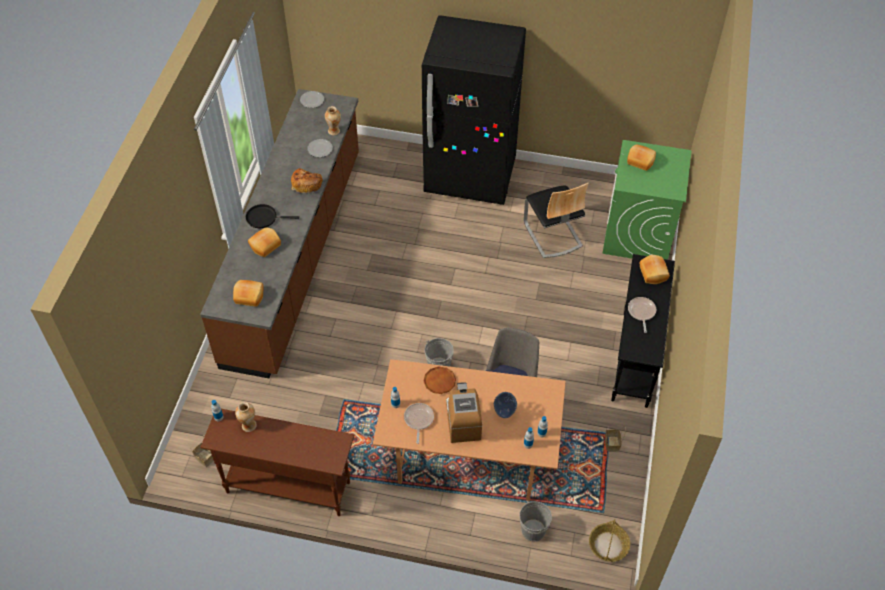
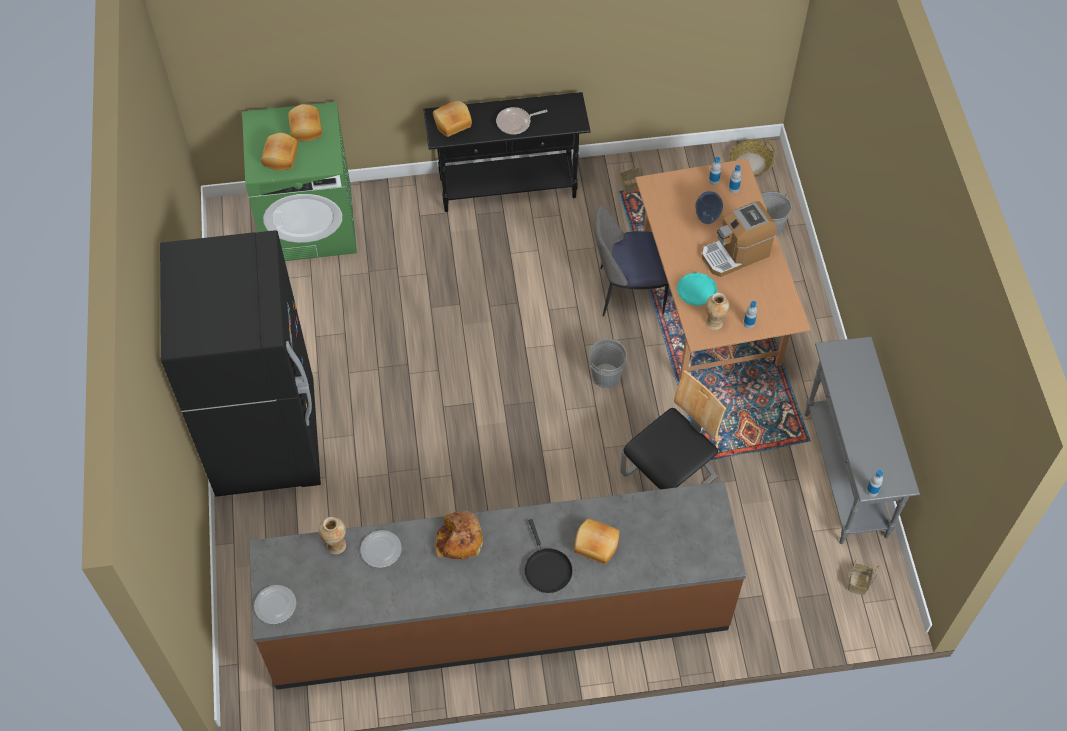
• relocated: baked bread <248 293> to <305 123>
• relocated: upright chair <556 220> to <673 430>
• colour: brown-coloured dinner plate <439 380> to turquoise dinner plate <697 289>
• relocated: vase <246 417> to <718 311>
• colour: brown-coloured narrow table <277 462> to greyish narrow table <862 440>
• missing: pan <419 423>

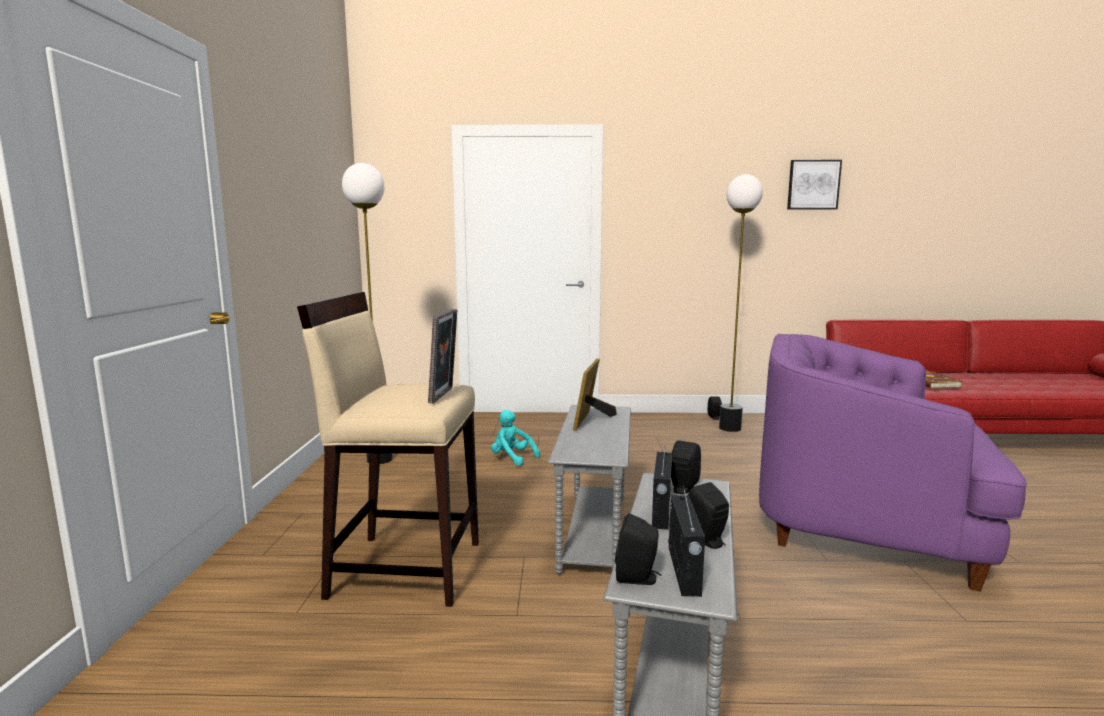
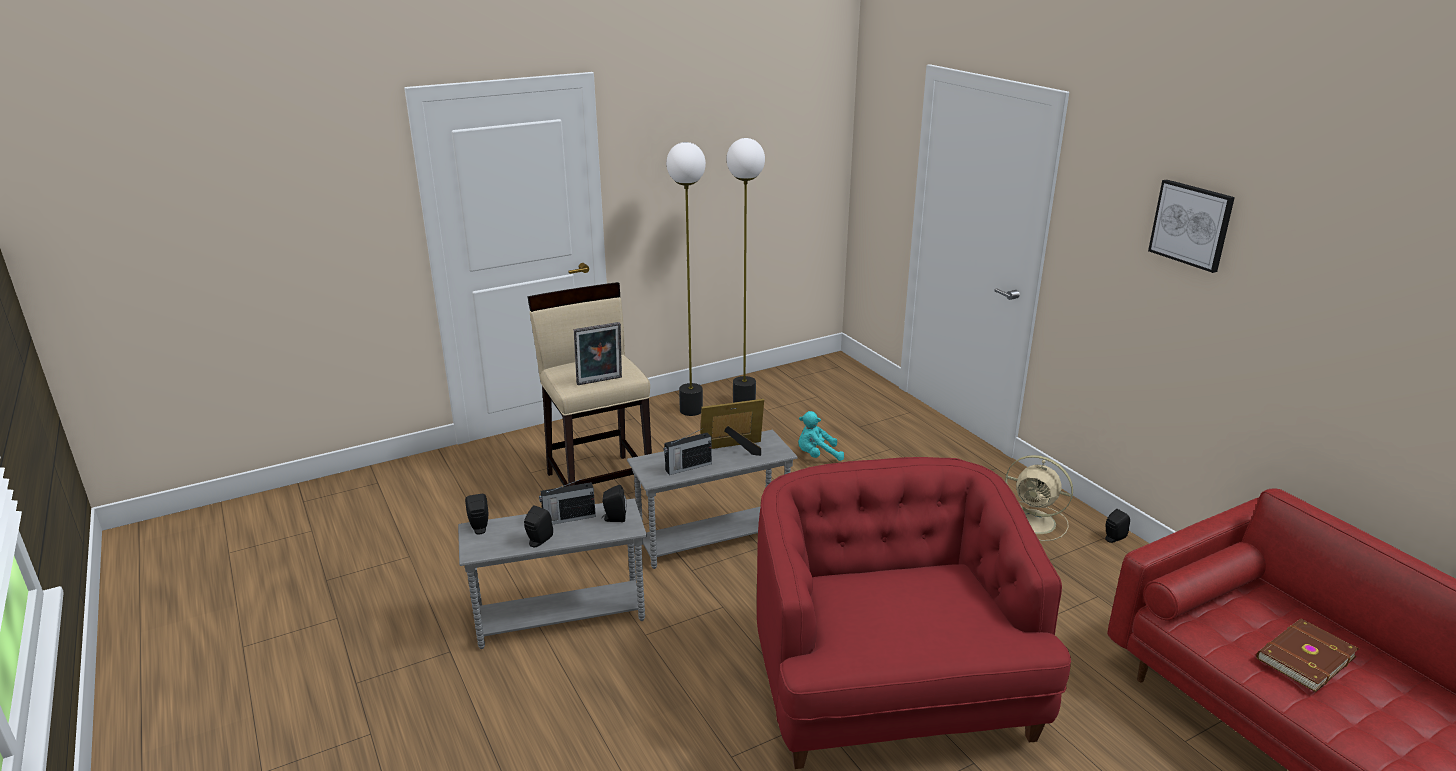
• relocated: radio receiver <686 541> to <688 452>
• relocated: standing lamp <741 303> to <686 279>
• colour: purple armchair <893 463> to reddish armchair <914 613>
• spun: turquoise plush toy <515 438> = <821 436> 105 degrees counterclockwise
• appeared: sand-coloured electric fan <1039 498>
• relocated: picture <814 184> to <1191 226>

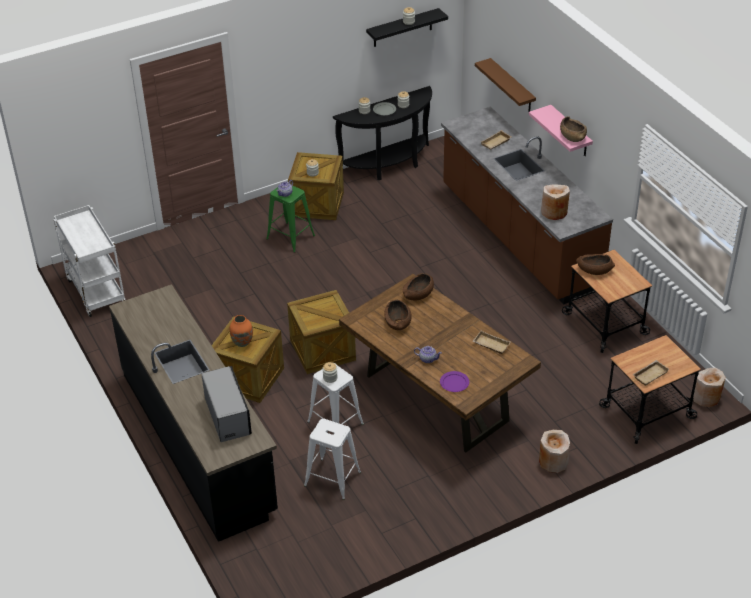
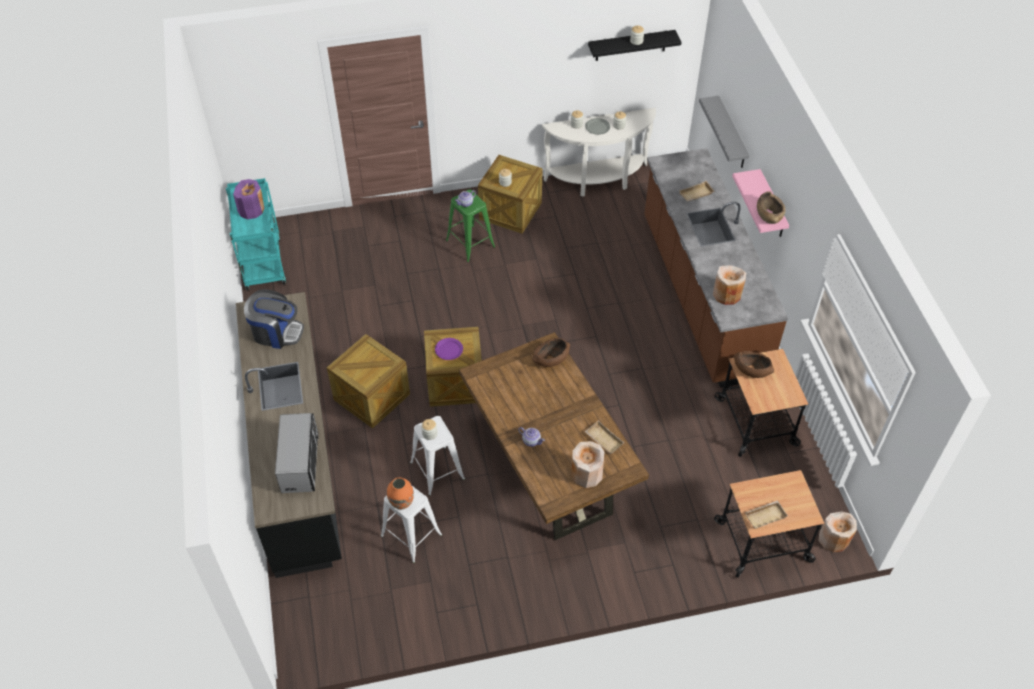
• colour: white cart <89 261> to turquoise cart <256 234>
• appeared: purple vase <248 199>
• appeared: coffee maker <274 319>
• relocated: orange-coloured vase <241 331> to <400 493>
• relocated: purple dinner plate <454 381> to <449 349>
• colour: blackish narrow table <382 133> to white narrow table <599 152>
• relocated: sand-coloured vase <554 451> to <587 464>
• colour: brown-coloured wall shelf <505 85> to greyish wall shelf <724 132>
• missing: brown-coloured bowl <398 315>

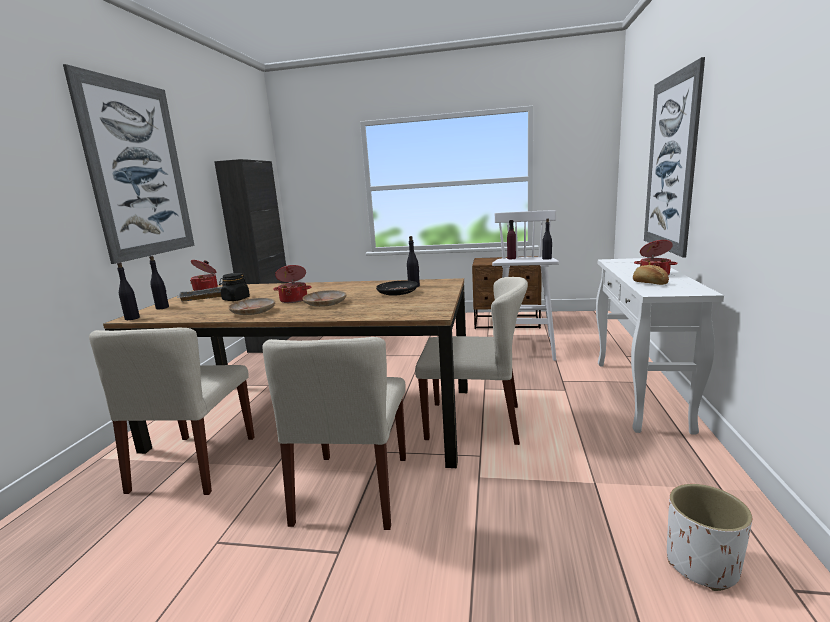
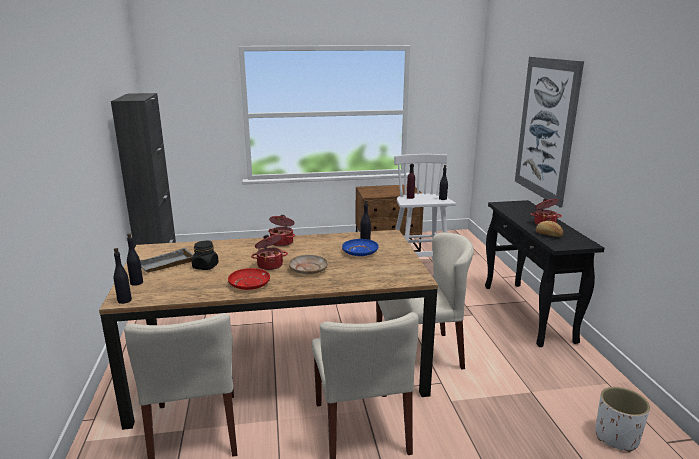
• colour: sand-coloured dinner plate <251 306> to reddish dinner plate <249 279>
• relocated: saucepot <204 275> to <281 230>
• colour: blackish dinner plate <397 288> to bluish dinner plate <360 247>
• colour: white narrow table <660 346> to blackish narrow table <544 273>
• missing: picture <129 164>

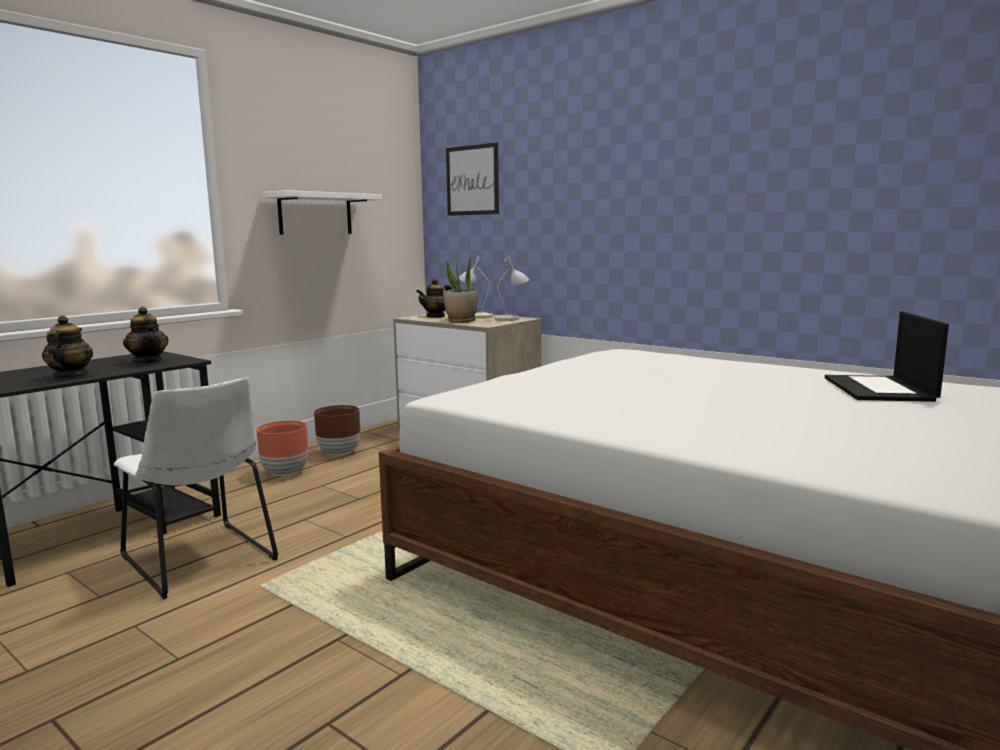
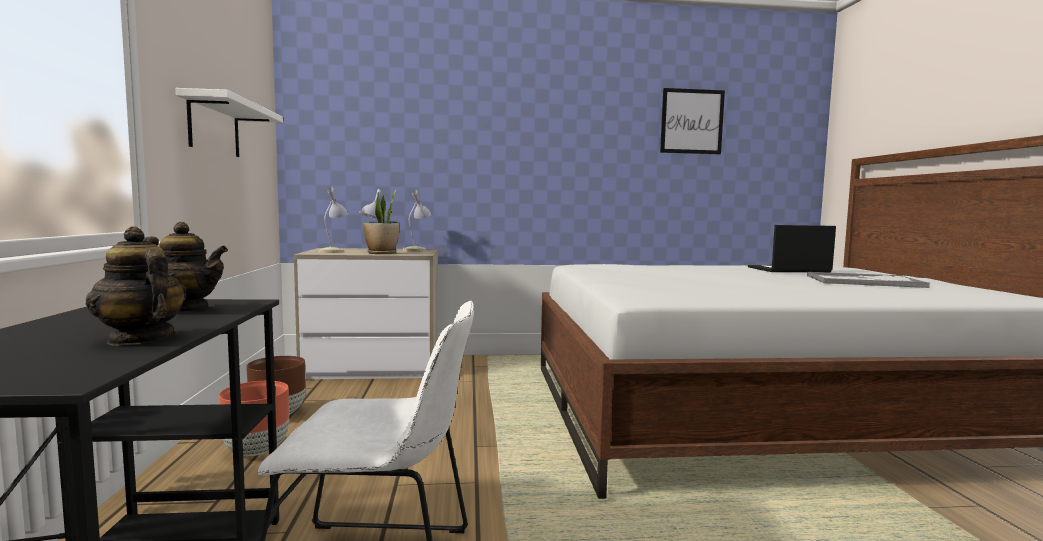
• exchanged: tea pot <434 298> to lamp for a table <333 220>
• relocated: picture <472 179> to <692 121>
• spun: laptop <887 356> = <792 248> 120 degrees clockwise
• appeared: carrying tray <868 280>

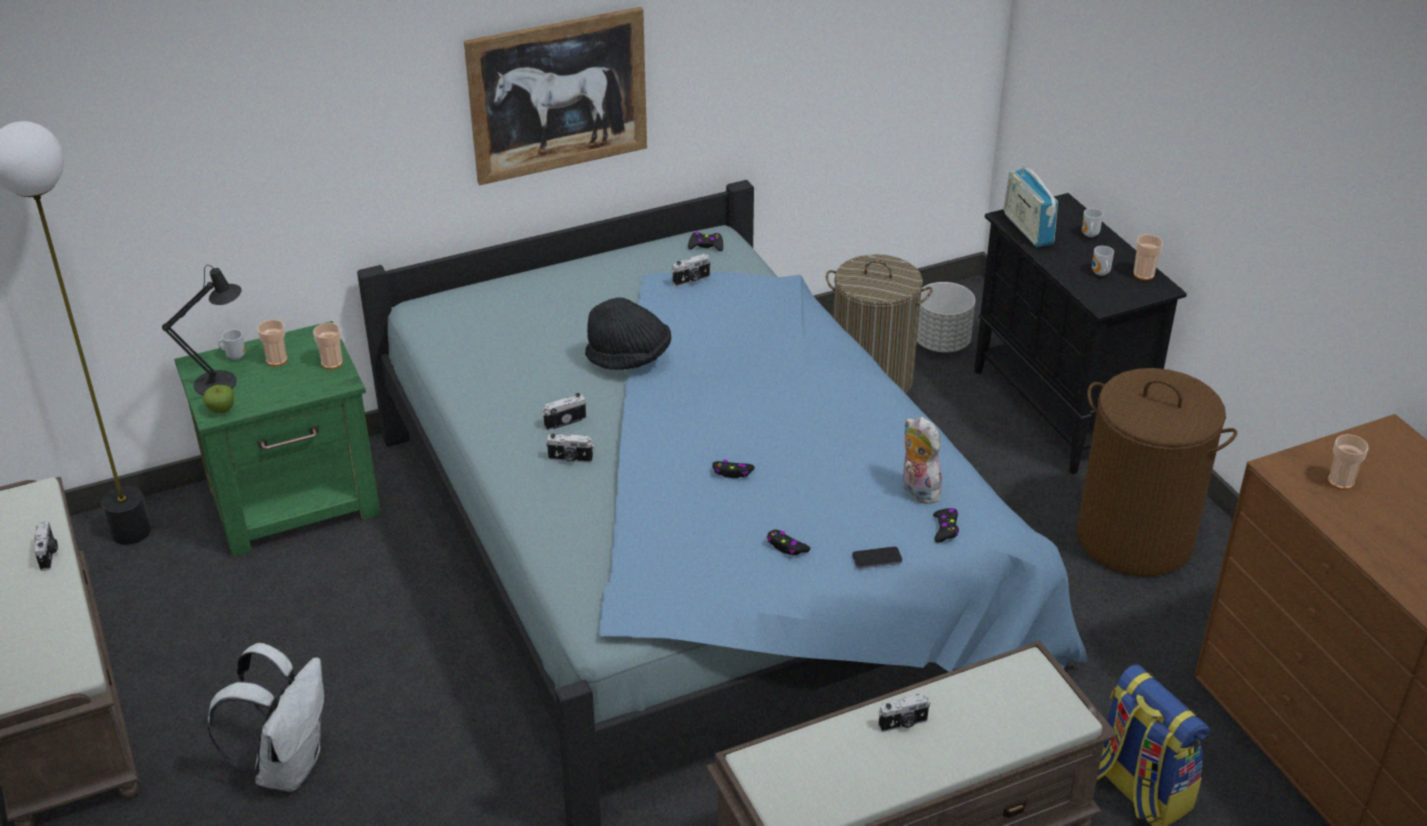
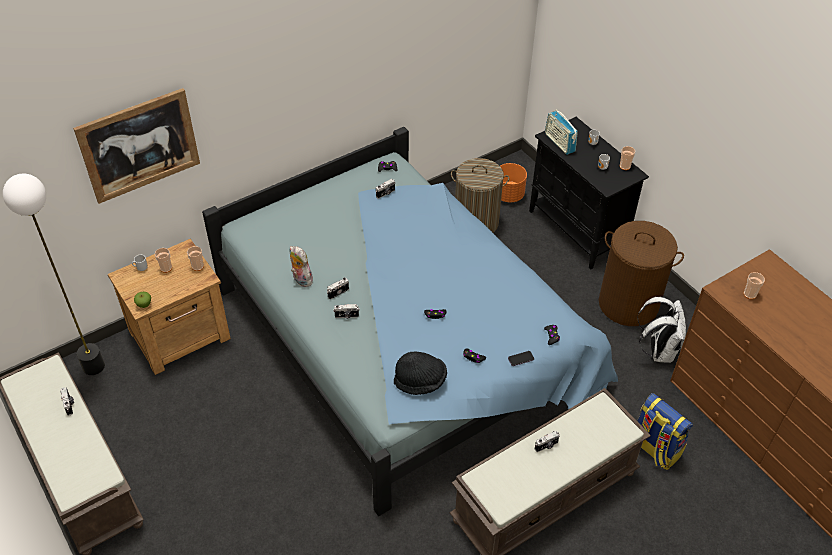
• relocated: picture <555 96> to <136 146>
• colour: green bedside table <278 439> to brown-coloured bedside table <169 307>
• relocated: plush toy <922 460> to <301 266>
• relocated: blackish wearable hat <628 333> to <420 373>
• colour: greyish planter <946 317> to orange-coloured planter <513 182>
• relocated: white rucksack <266 717> to <661 330>
• missing: blackish lamp for a table <202 330>

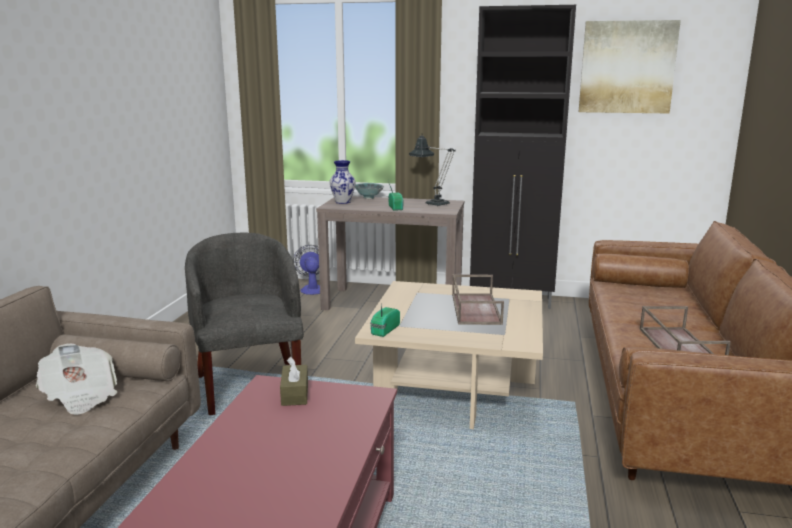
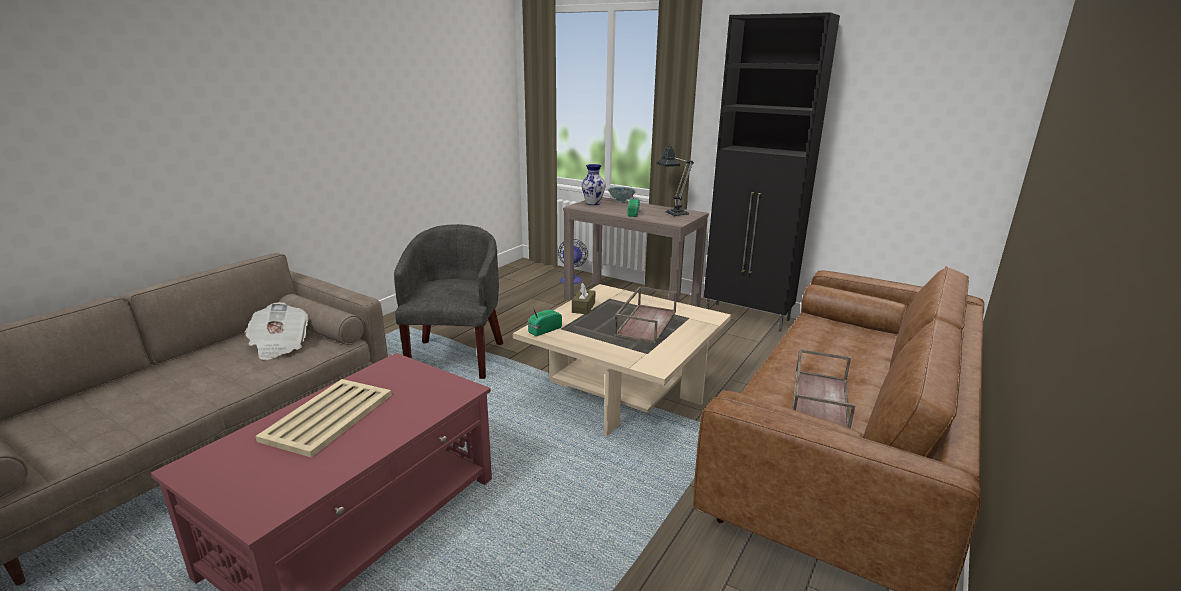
• appeared: sand-coloured carrying tray <323 418>
• relocated: brown-coloured tissue holder <294 381> to <583 299>
• missing: picture <630 66>

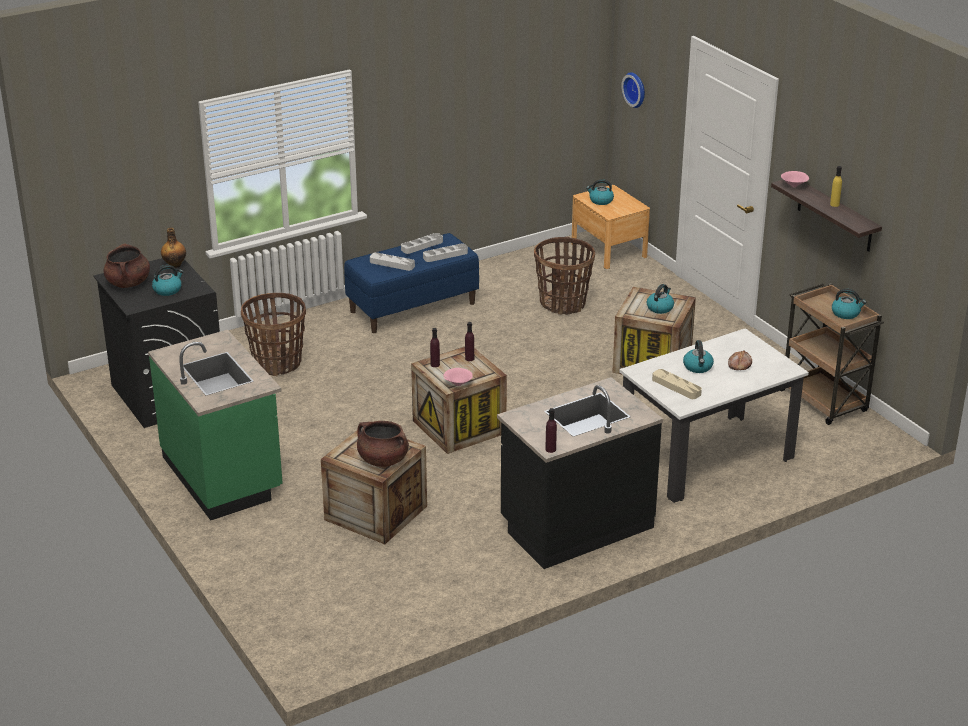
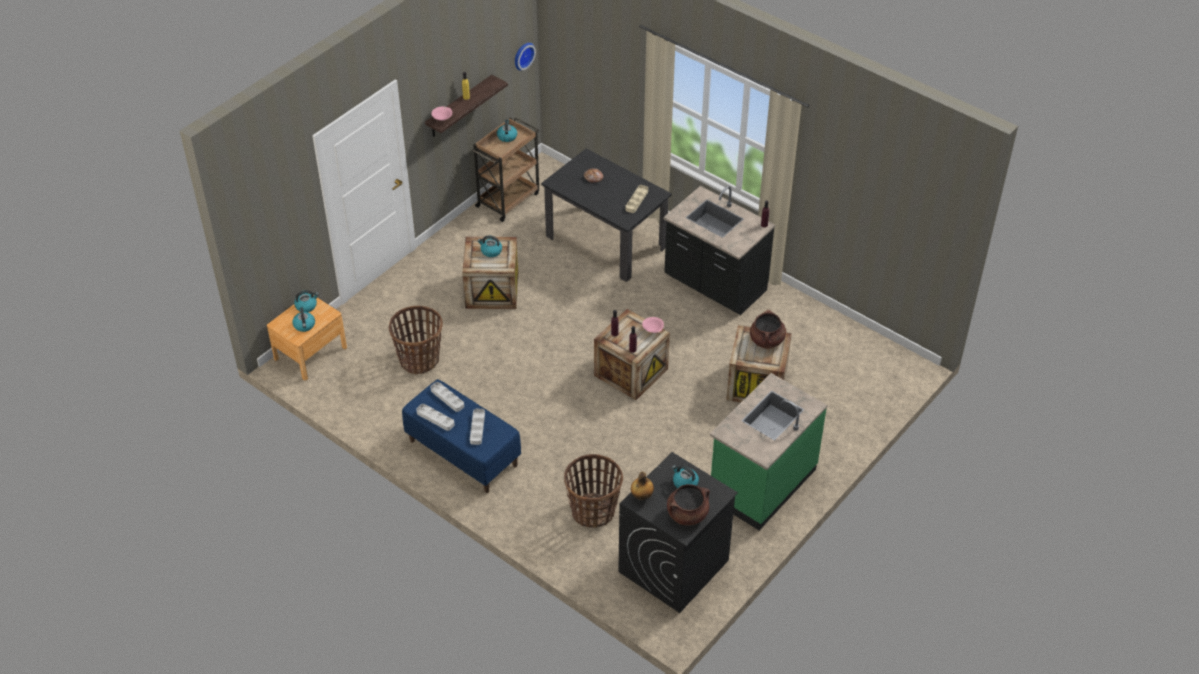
• relocated: water kettle <698 356> to <306 301>
• relocated: hanging clock <633 90> to <525 56>
• colour: white dining table <714 415> to blackish dining table <606 215>

